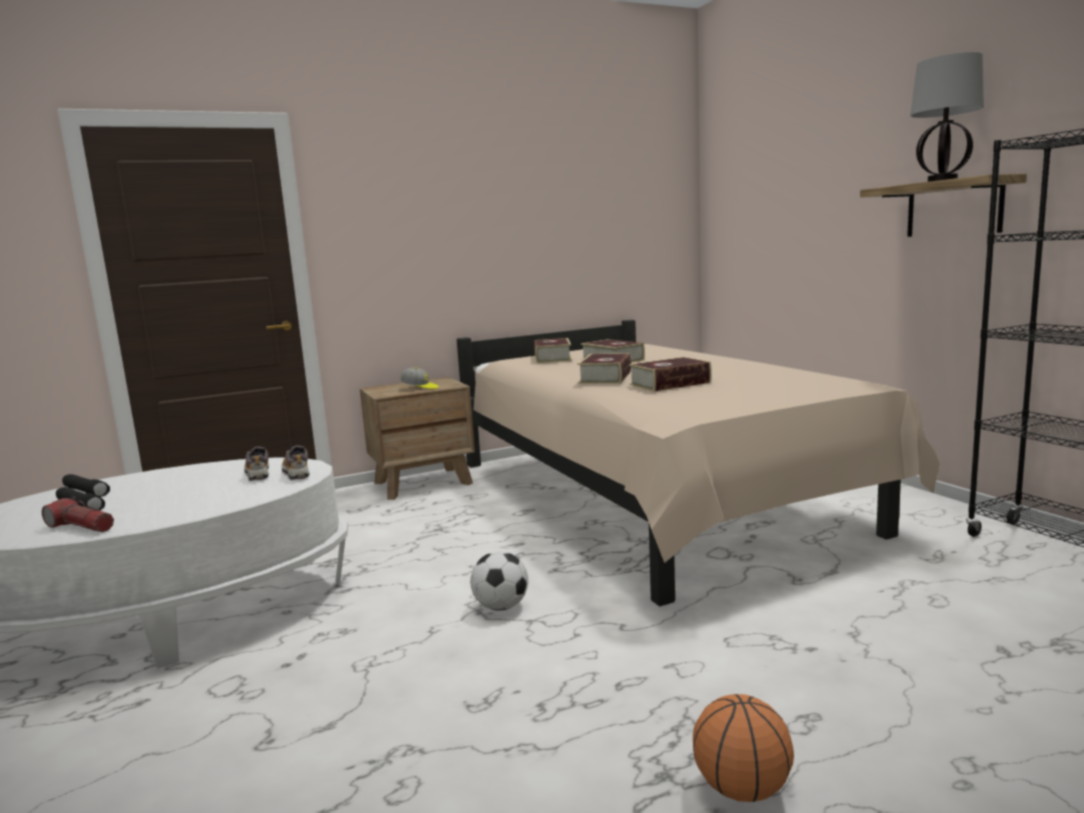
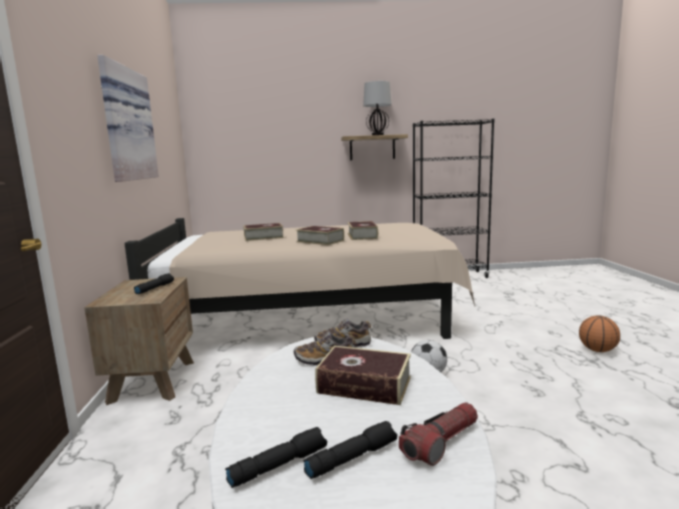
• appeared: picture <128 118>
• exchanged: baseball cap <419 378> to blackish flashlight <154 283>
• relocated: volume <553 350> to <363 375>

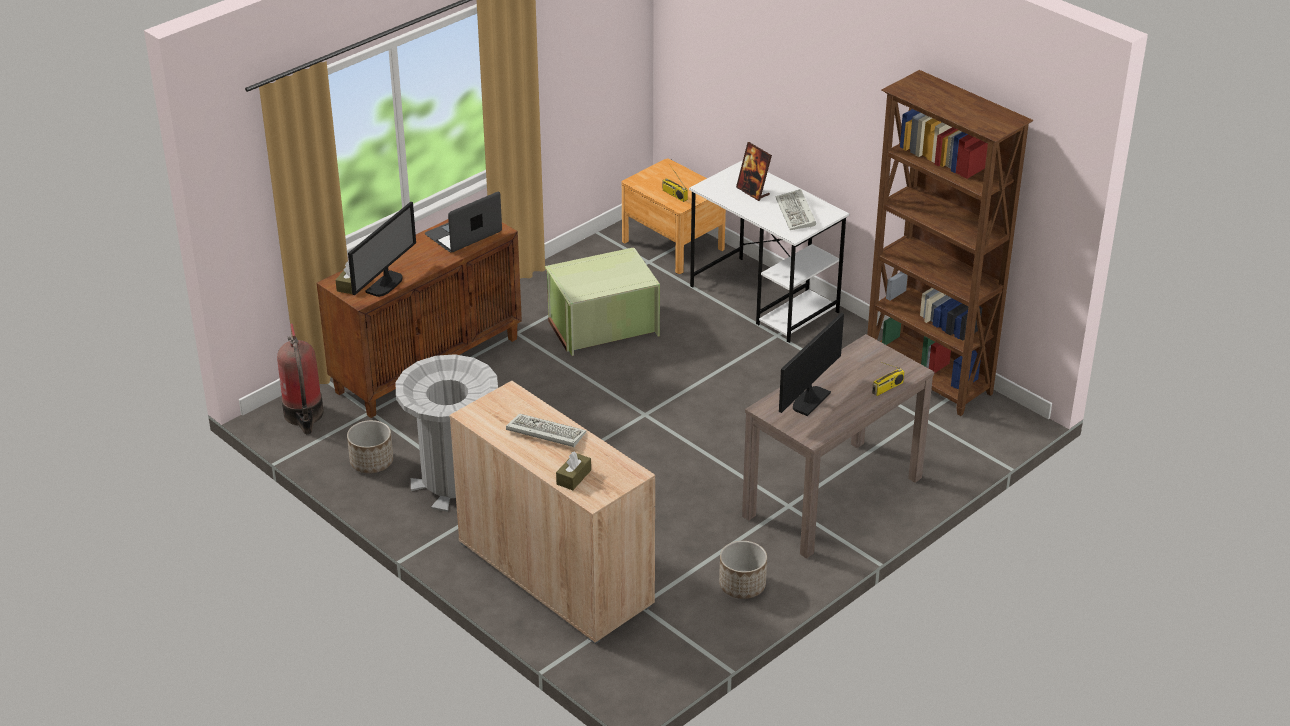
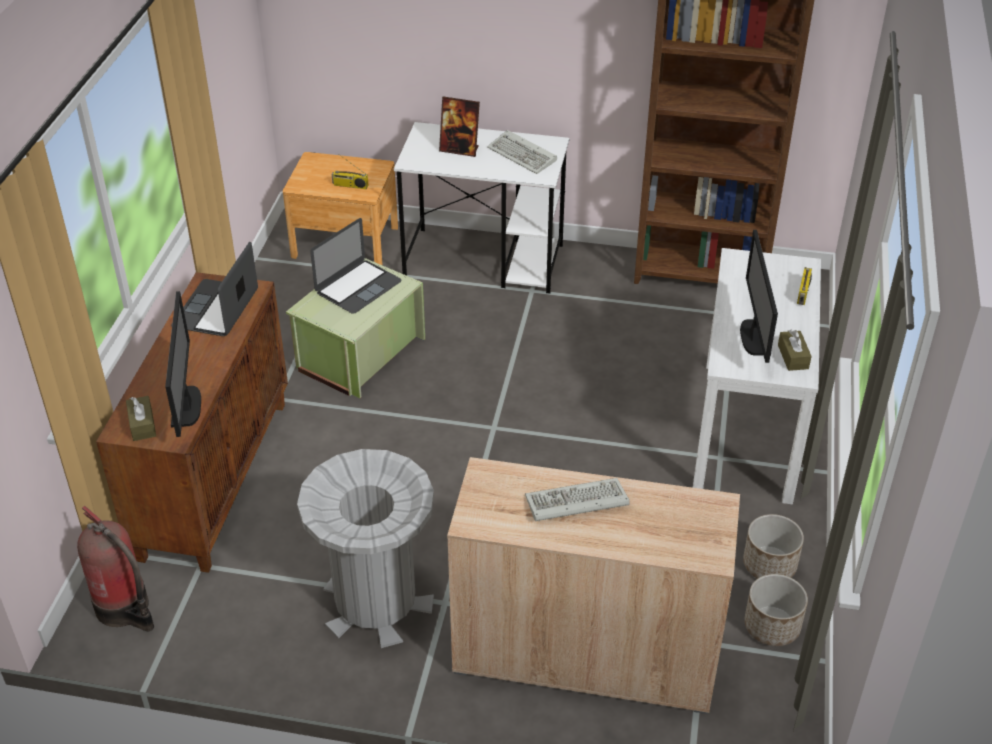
• appeared: laptop <356 266>
• colour: brown-coloured narrow table <838 446> to white narrow table <757 376>
• relocated: planter <370 446> to <776 610>
• relocated: brown-coloured tissue holder <573 470> to <795 350>

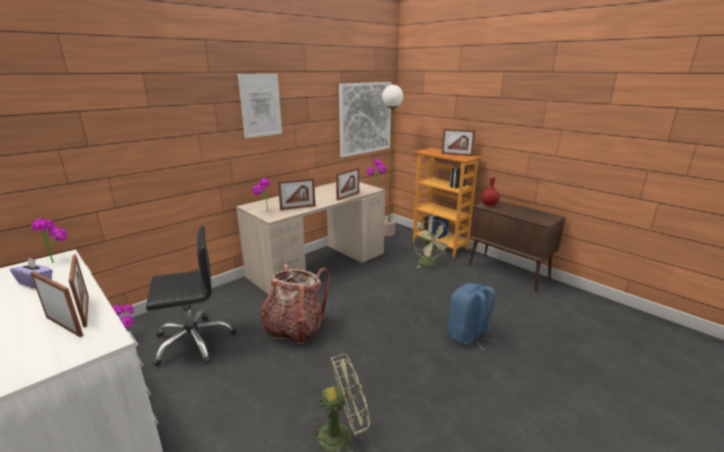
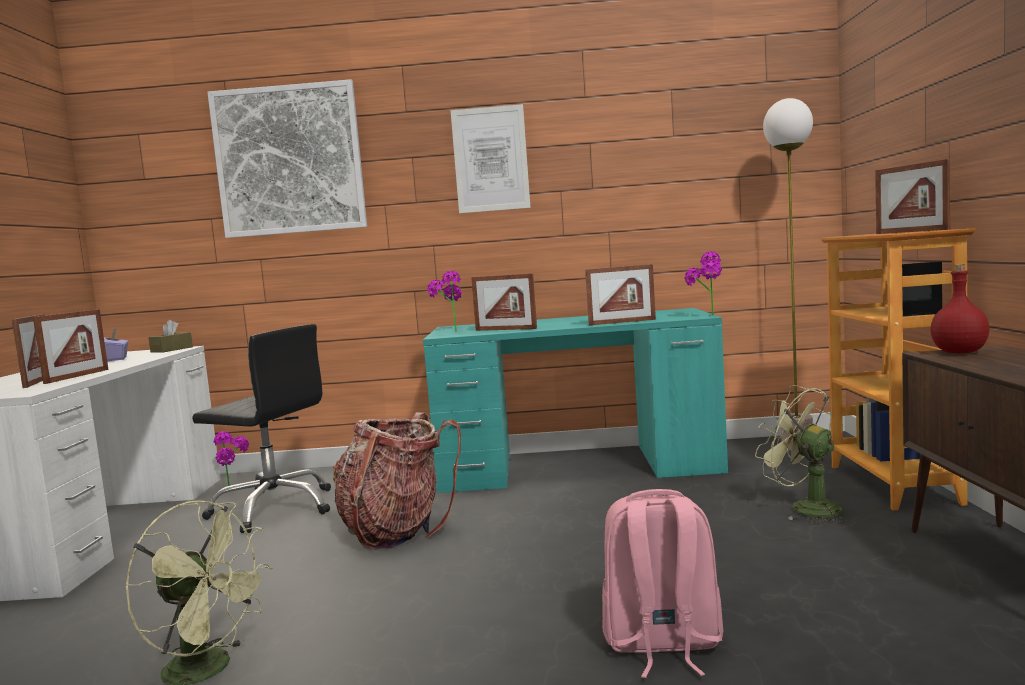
• exchanged: houseplant <49 240> to brown-coloured tissue holder <170 336>
• relocated: picture <365 119> to <287 158>
• colour: sand-coloured desk unit <310 238> to turquoise desk unit <575 400>
• colour: bluish rucksack <472 316> to pink rucksack <662 583>
• spun: green electric fan <432 244> = <801 454> 120 degrees clockwise

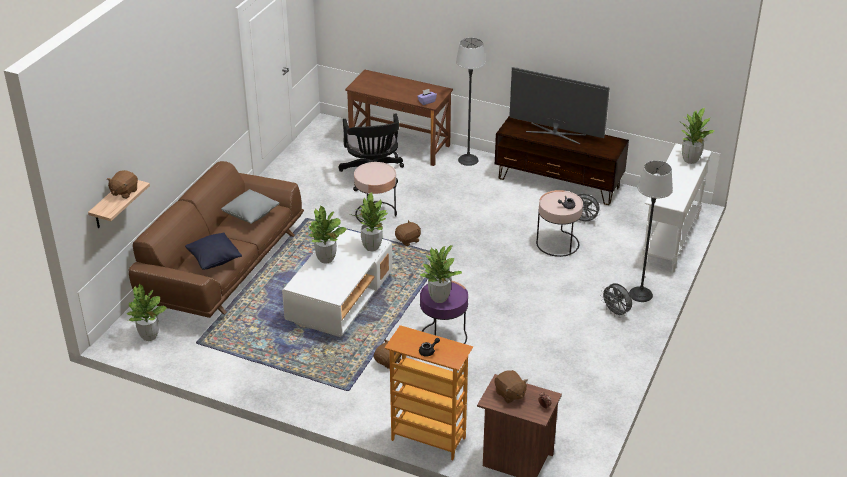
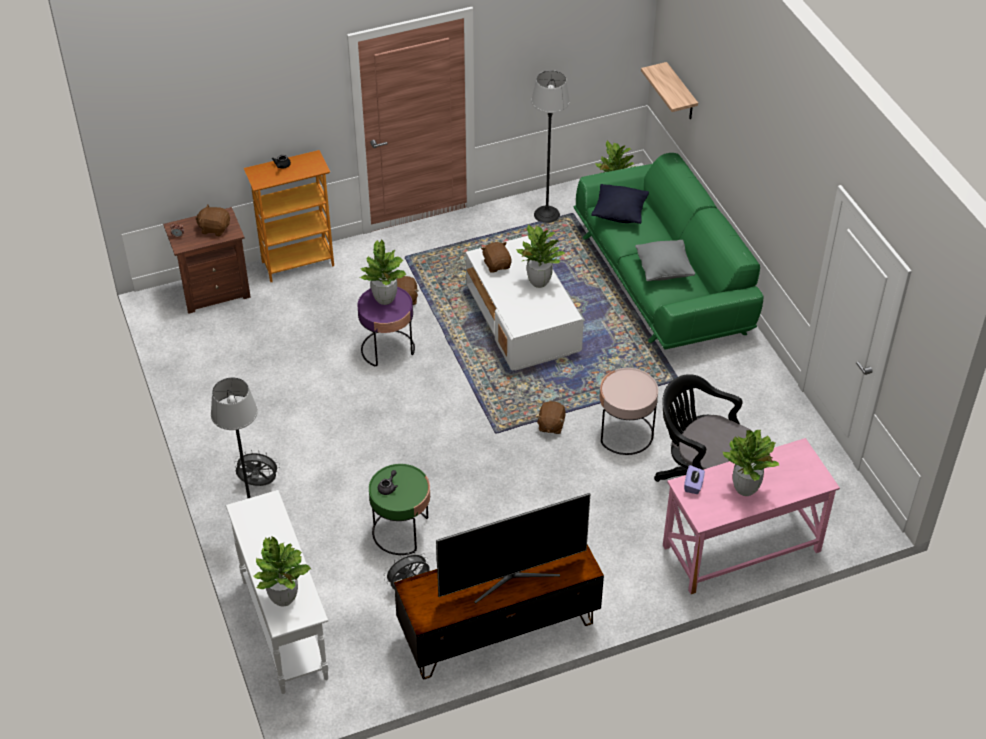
• colour: pink side table <559 223> to green side table <399 509>
• relocated: brown-coloured plush toy <122 184> to <496 257>
• relocated: standing lamp <471 102> to <550 146>
• colour: brown-coloured couch <216 239> to green couch <668 251>
• colour: brown-coloured desk unit <399 118> to pink desk unit <751 516>
• relocated: houseplant <369 221> to <751 463>

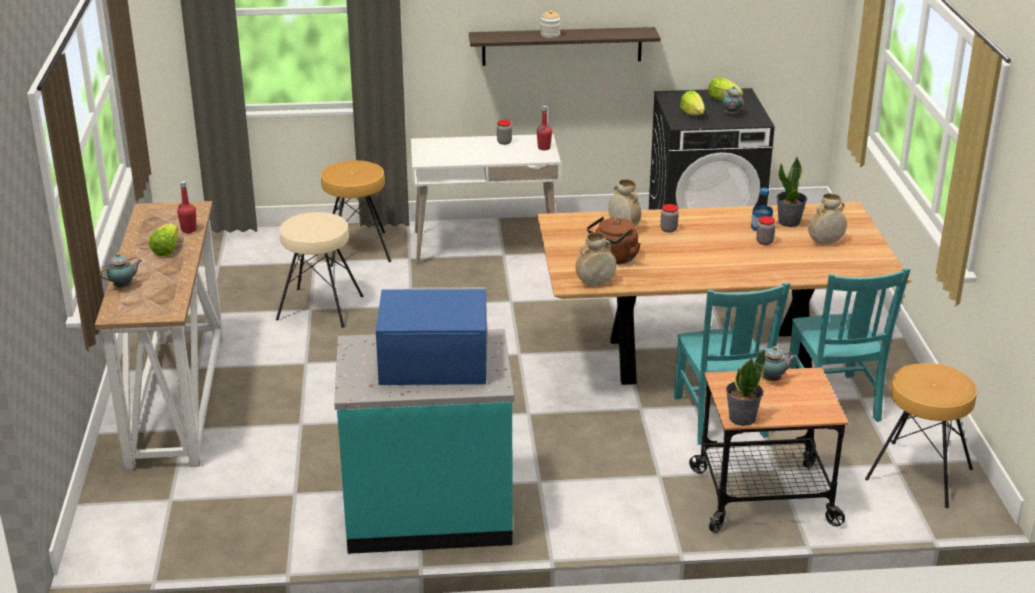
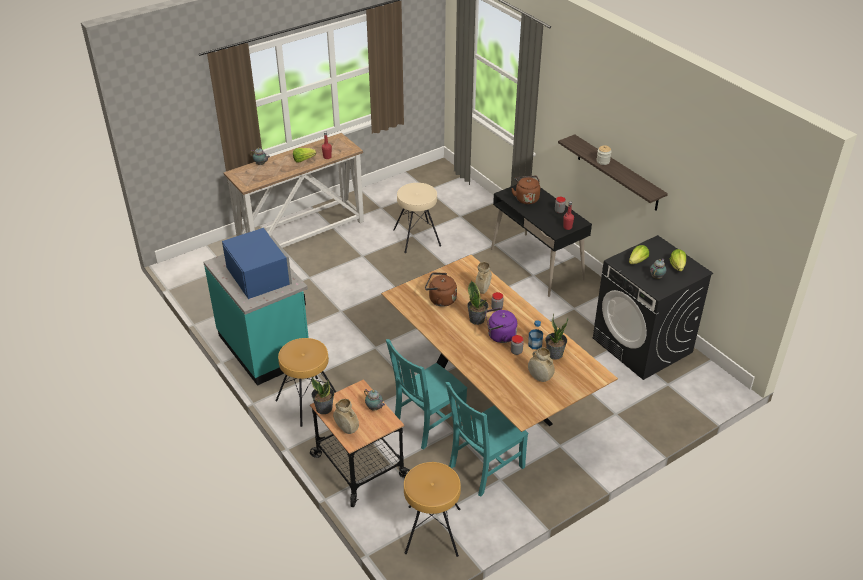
• relocated: brown-coloured sitting stool <356 213> to <305 382>
• relocated: sand-coloured vase <596 259> to <346 416>
• appeared: houseplant <478 302>
• appeared: purple water kettle <501 325>
• colour: white desk unit <486 199> to blackish desk unit <541 240>
• appeared: brown-coloured water kettle <525 190>

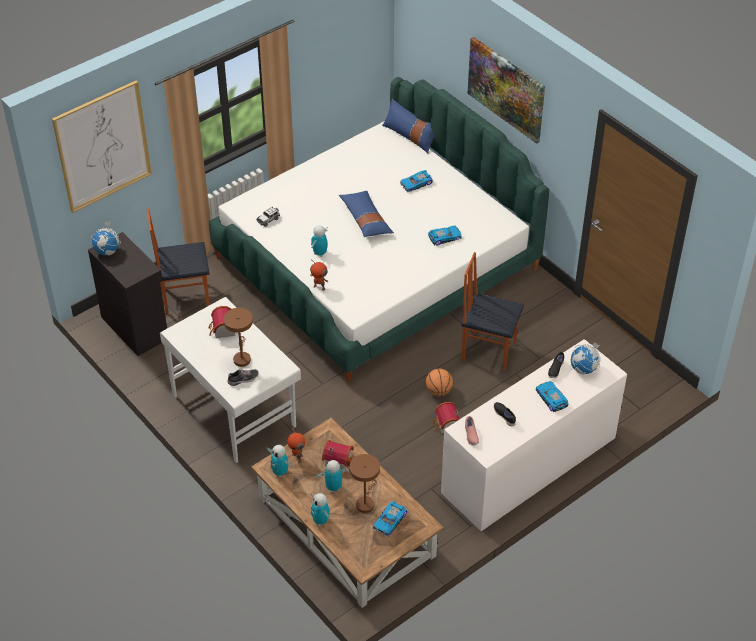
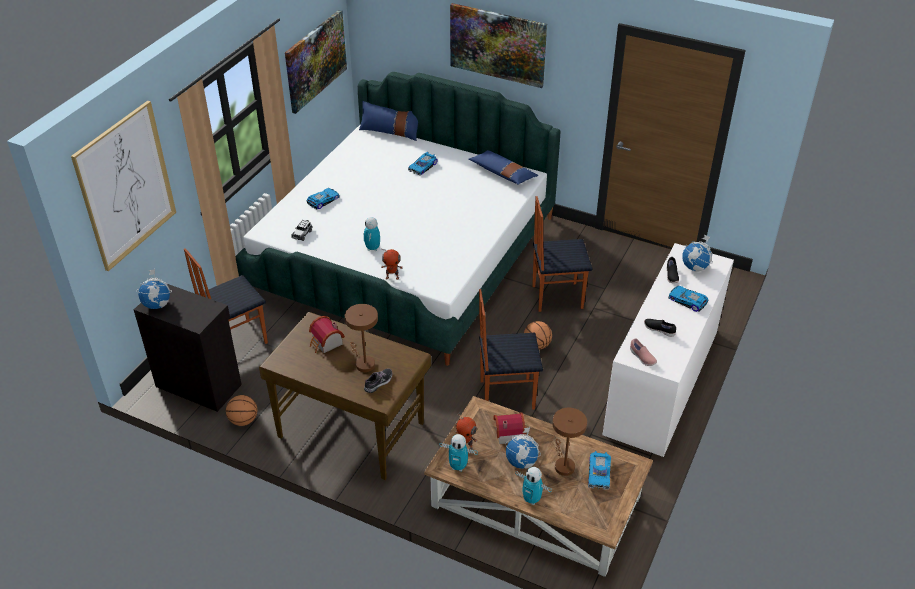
• appeared: ball for basketball <241 410>
• colour: white desk unit <230 380> to brown-coloured desk unit <345 396>
• appeared: picture <316 62>
• relocated: model car <445 236> to <323 198>
• relocated: bluish throw pillow <366 214> to <503 167>
• appeared: upright chair <511 349>
• exchanged: toy robot <332 476> to desk globe <523 448>
• missing: model house <446 418>

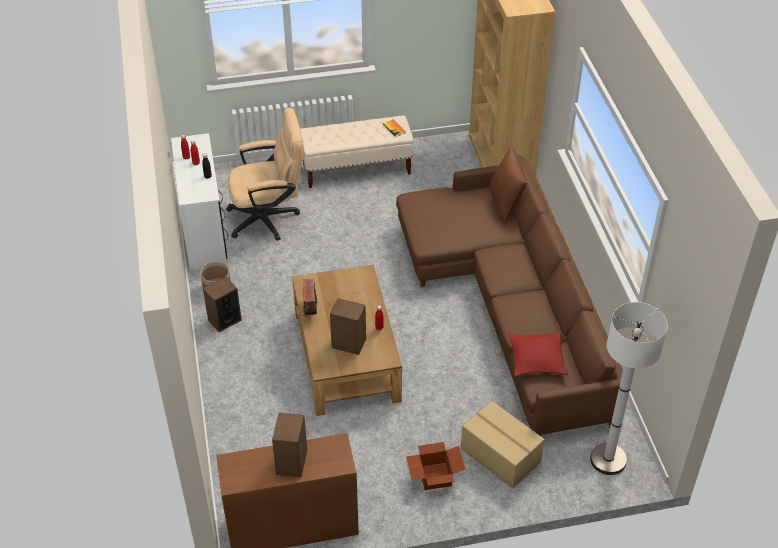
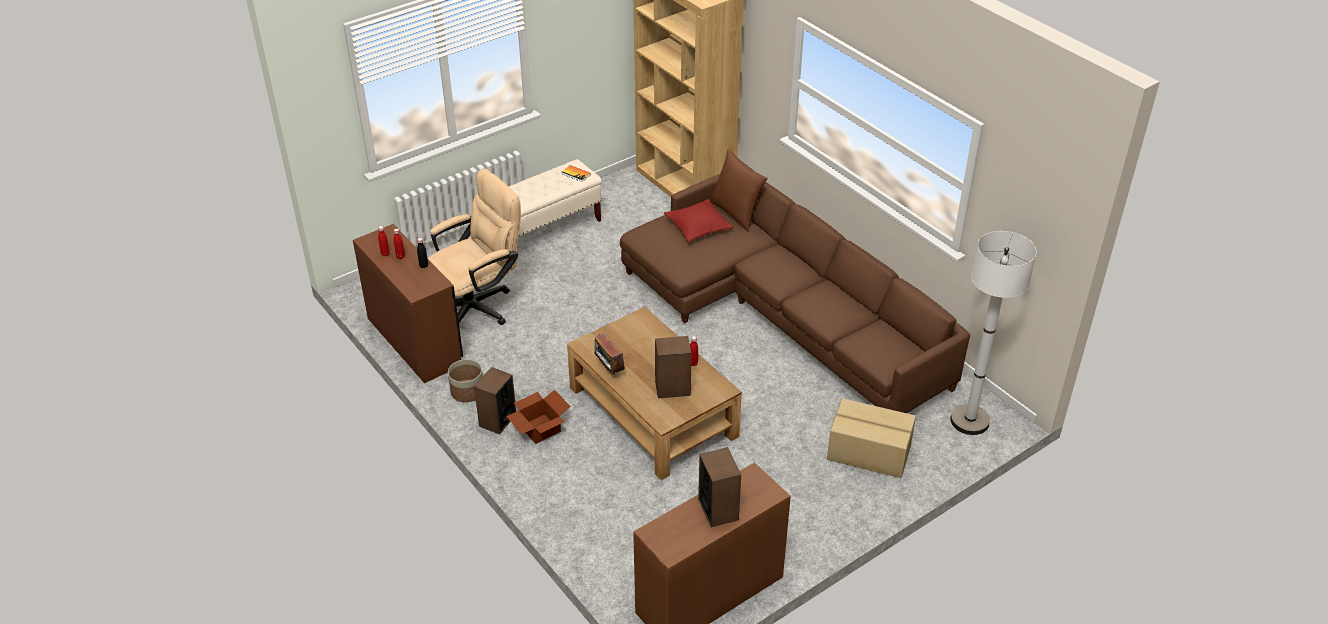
• colour: white desk unit <199 202> to brown-coloured desk unit <408 303>
• relocated: cardboard box <435 466> to <538 417>
• relocated: reddish throw pillow <538 355> to <699 220>

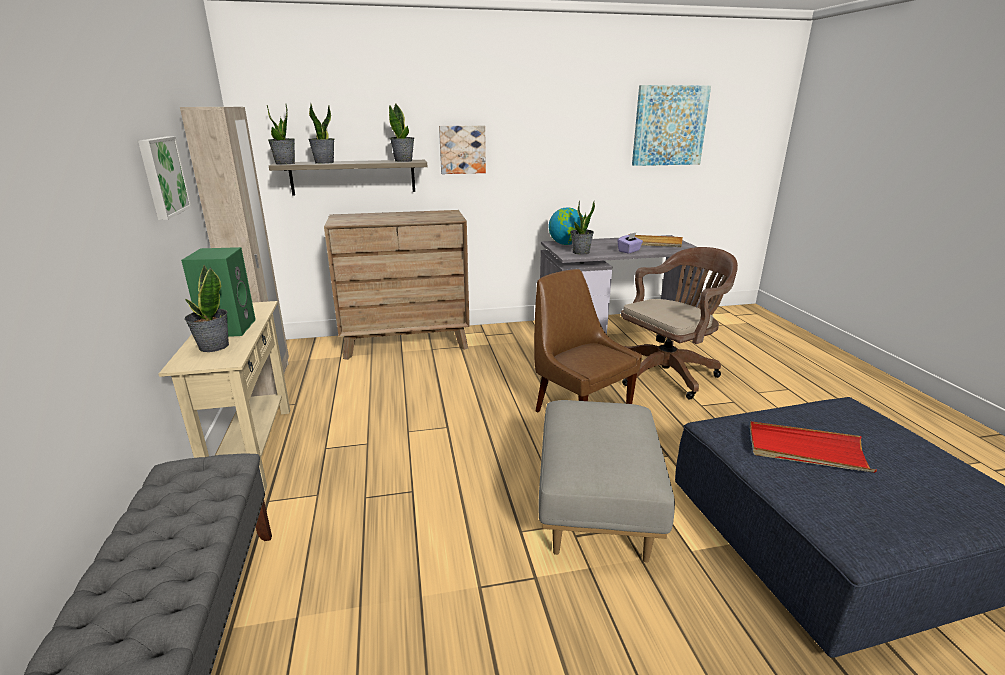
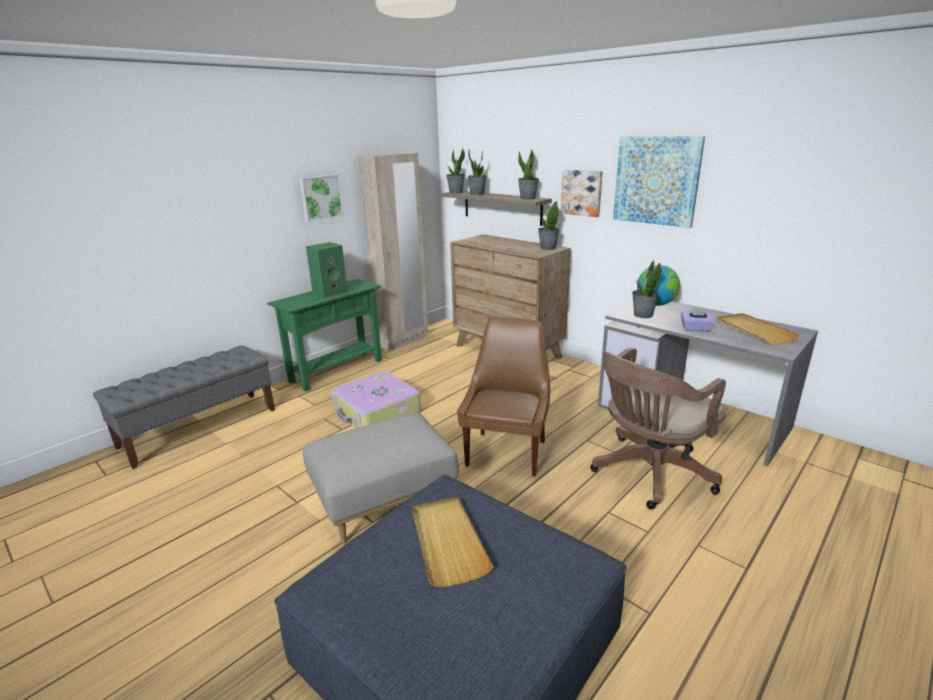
• colour: sand-coloured narrow table <224 396> to green narrow table <324 335>
• appeared: piece of luggage <376 399>
• colour: reddish carrying tray <813 447> to sand-coloured carrying tray <452 542>
• relocated: houseplant <206 308> to <548 225>
• spun: brown-coloured computer chair <679 323> = <658 428> 120 degrees clockwise
• relocated: picture <671 125> to <659 182>

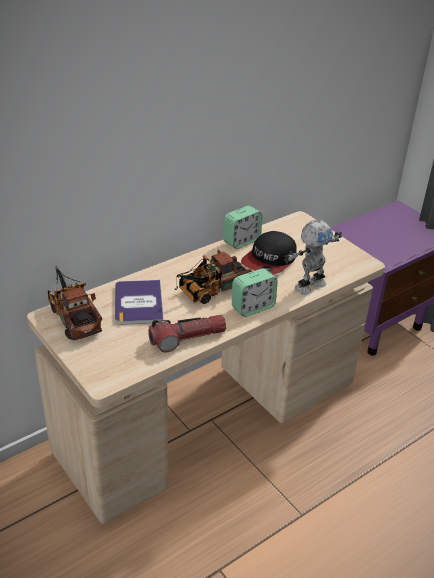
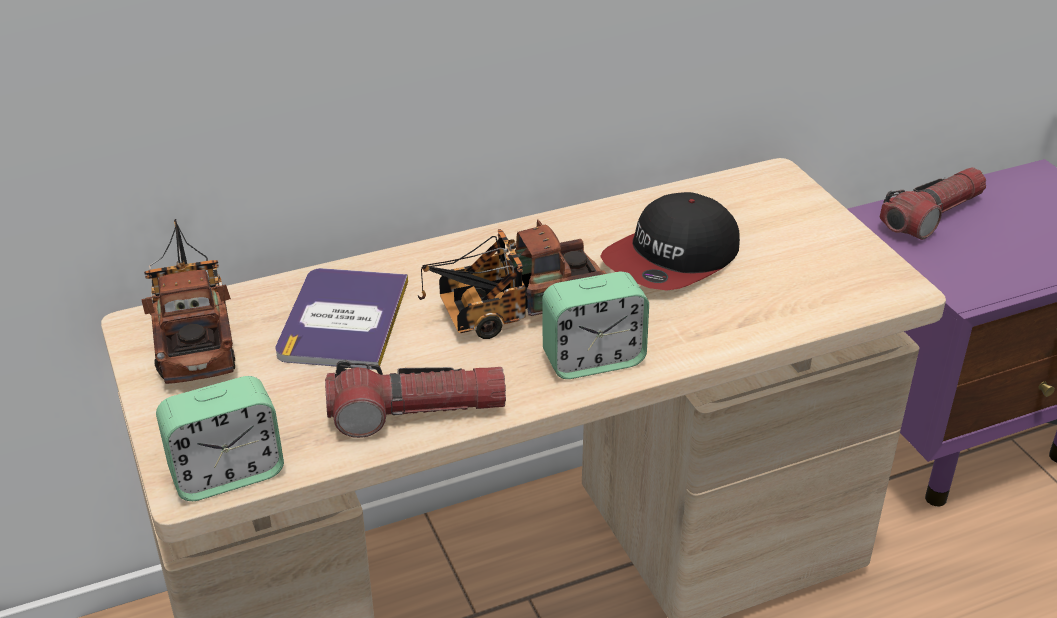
• relocated: alarm clock <242 227> to <220 438>
• appeared: flashlight <933 203>
• missing: toy robot <313 257>

